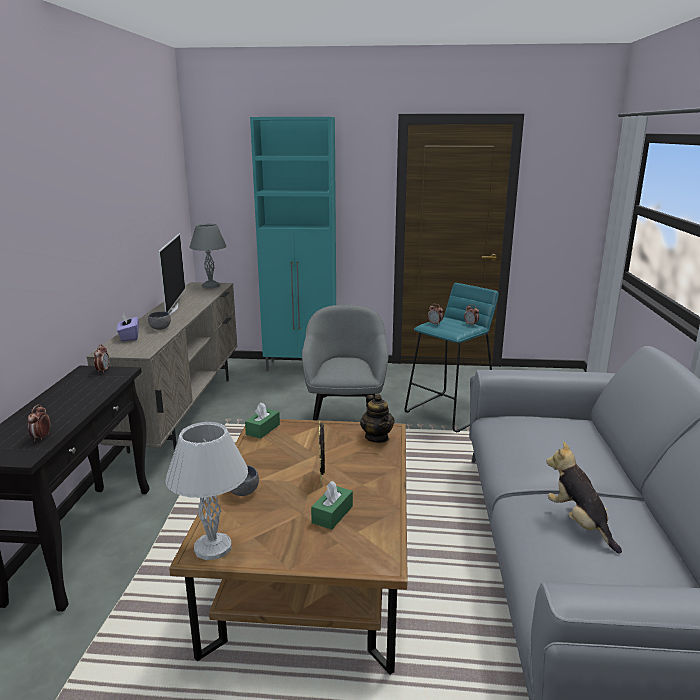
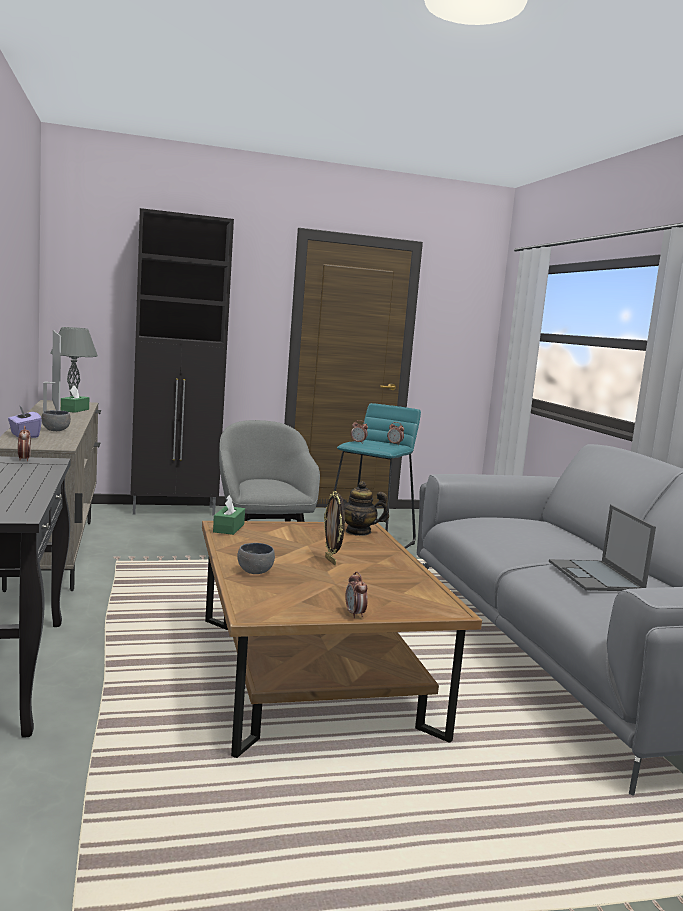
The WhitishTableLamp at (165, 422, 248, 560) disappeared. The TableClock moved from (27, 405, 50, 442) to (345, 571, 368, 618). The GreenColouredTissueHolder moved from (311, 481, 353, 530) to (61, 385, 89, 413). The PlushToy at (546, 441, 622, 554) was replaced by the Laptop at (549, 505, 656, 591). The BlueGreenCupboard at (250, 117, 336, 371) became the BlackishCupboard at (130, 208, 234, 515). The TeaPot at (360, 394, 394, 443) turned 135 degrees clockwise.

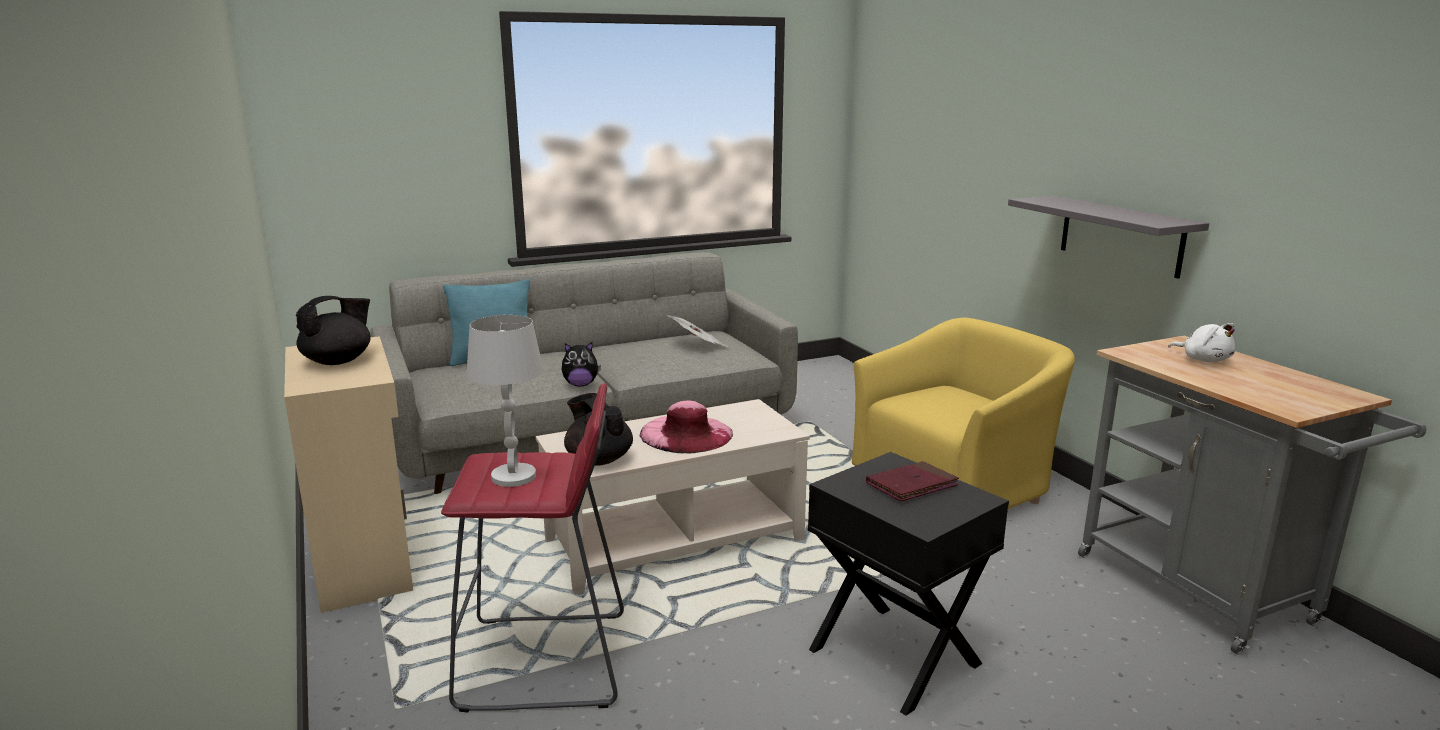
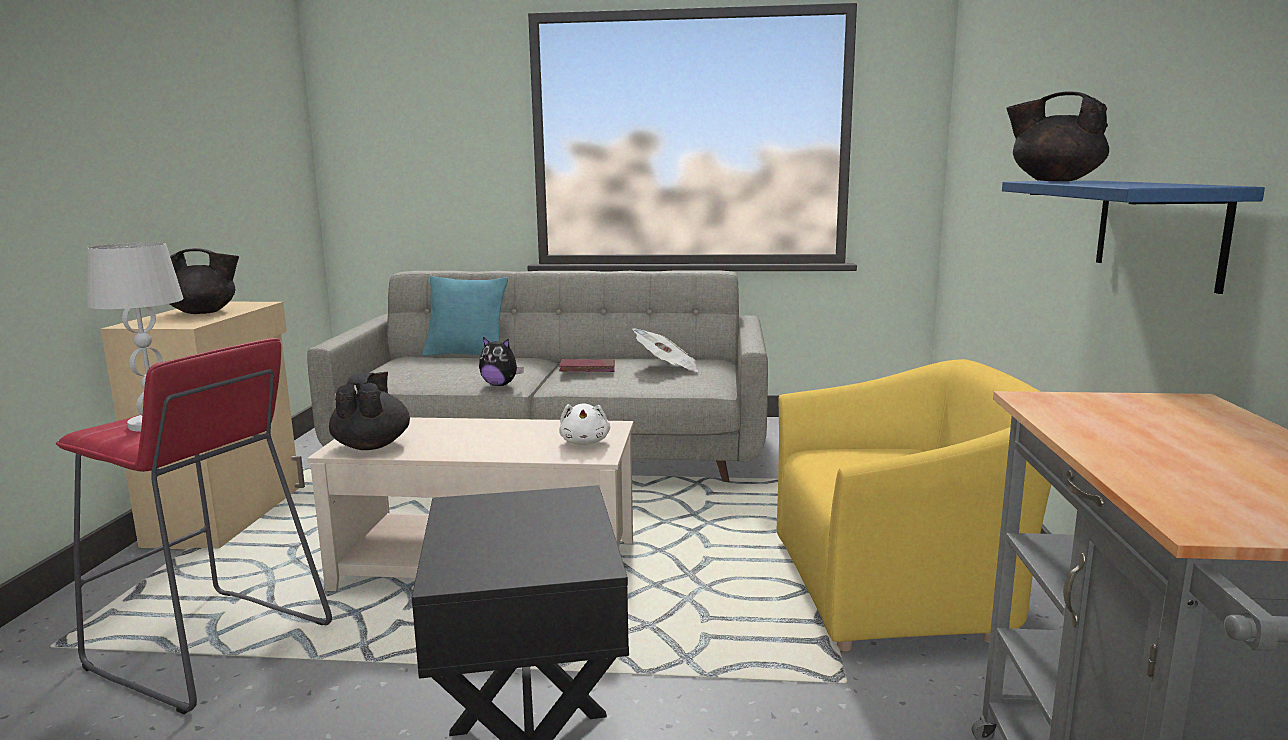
The PinkColouredWearableHat at (640, 401, 733, 453) disappeared. The BlackishTeaPot at (1006, 91, 1109, 181) appeared. The ReddishBoundBook moved from (866, 461, 959, 502) to (559, 359, 615, 372). The WhitishPlushToy moved from (1168, 323, 1235, 362) to (559, 403, 610, 445). The GreyWallShelf at (1008, 196, 1209, 279) became the BlueWallShelf at (1002, 180, 1265, 294).

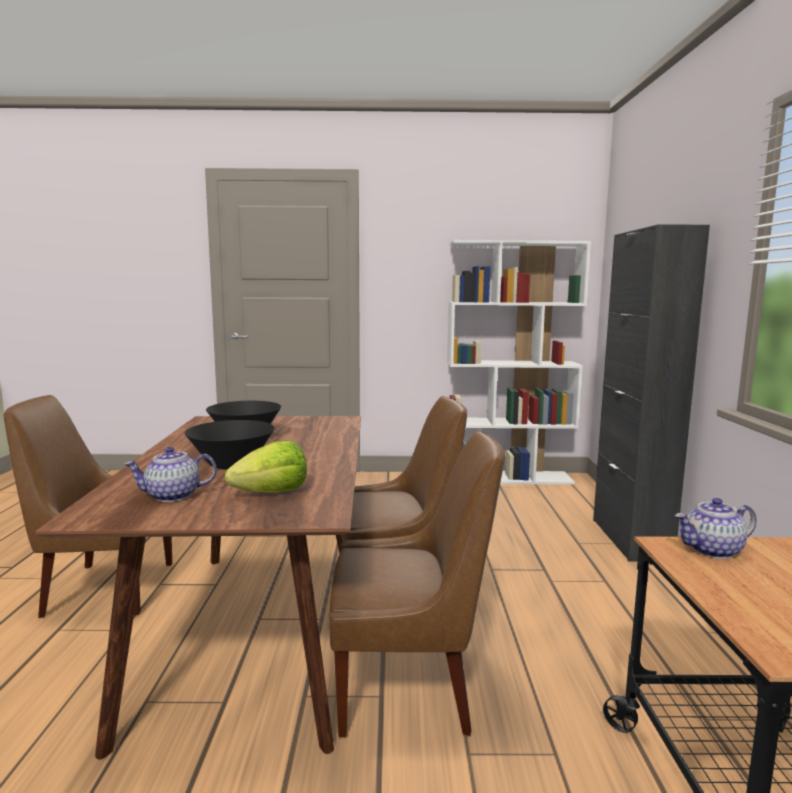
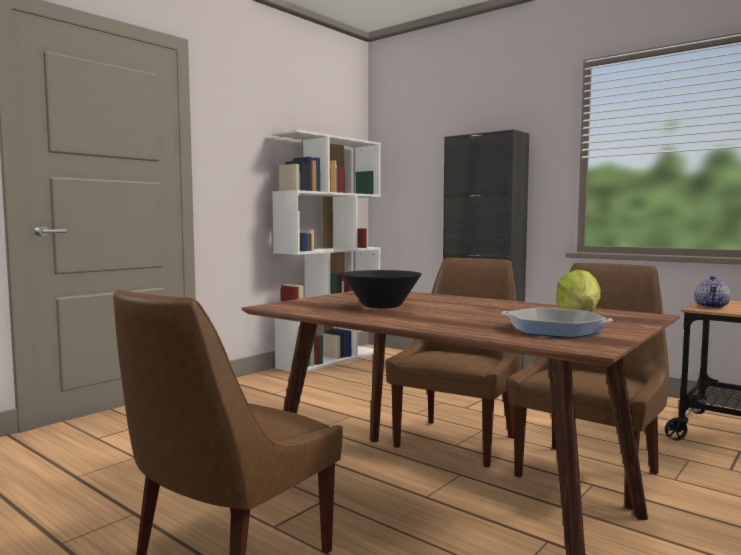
The BlackishServingBowl at (185, 420, 275, 469) disappeared. The TeaPot at (124, 447, 217, 502) was replaced by the Pan at (502, 308, 613, 338).

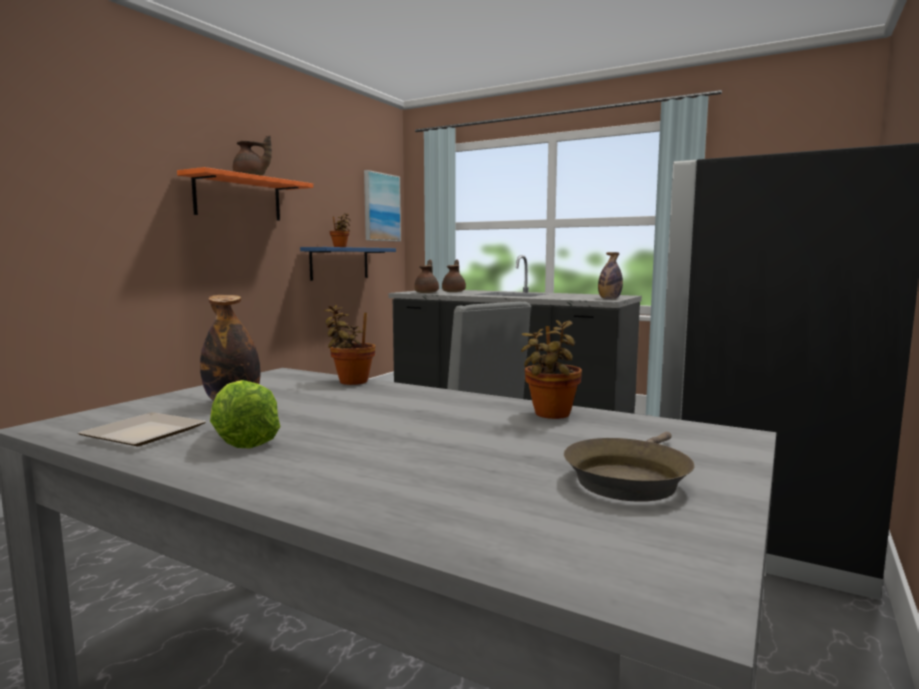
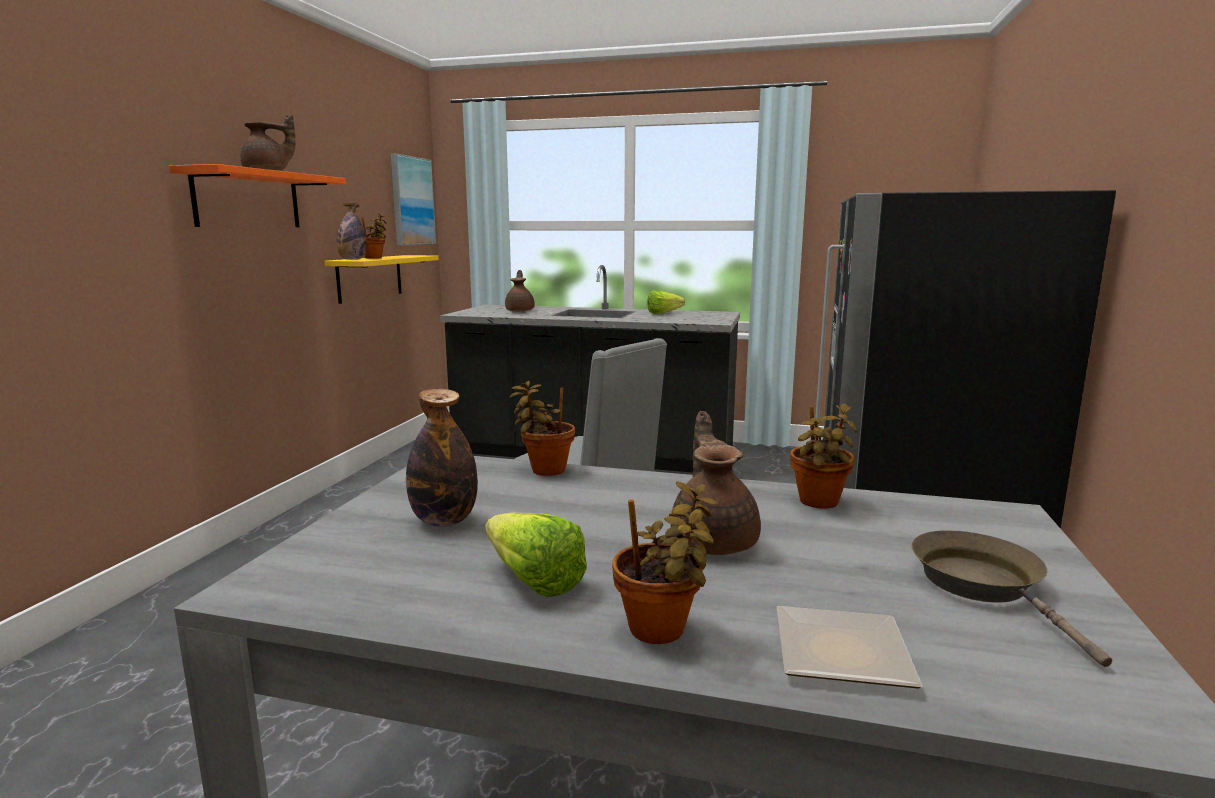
The Houseplant at (612, 481, 718, 644) appeared. The HeadOfLettuce at (647, 290, 685, 314) appeared. The FlatDish moved from (78, 412, 206, 446) to (777, 606, 922, 689). The BrownColouredTeaPot moved from (414, 259, 439, 293) to (671, 411, 761, 555). The DrinkBottle moved from (598, 252, 623, 299) to (337, 203, 367, 260). The BlueWallShelf at (300, 247, 396, 281) became the YellowishWallShelf at (325, 255, 439, 304). The BrownColouredPan at (564, 432, 695, 502) turned 150 degrees clockwise.

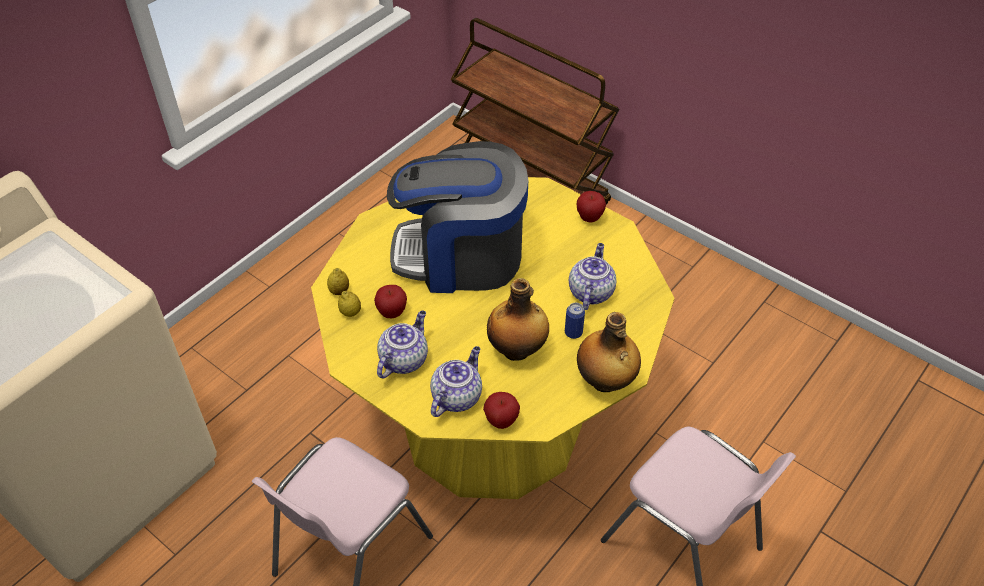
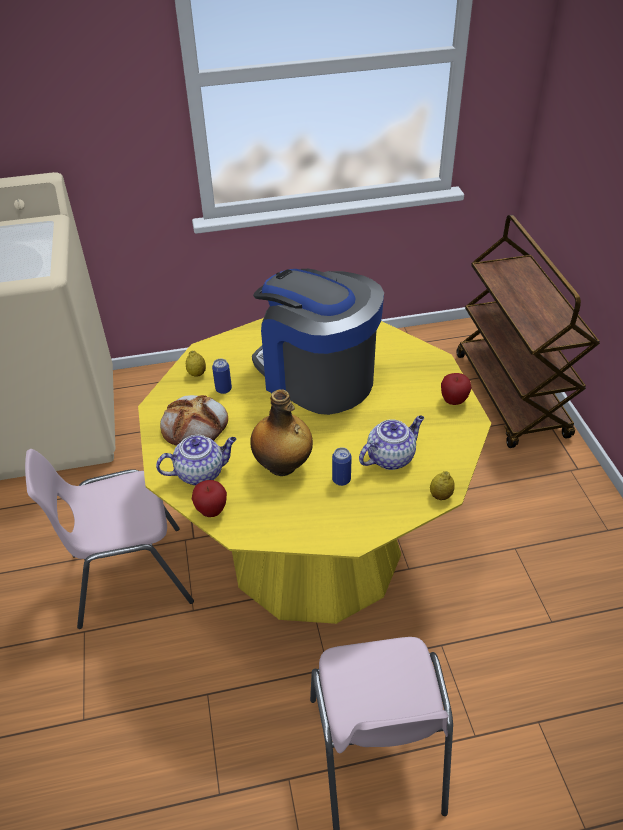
The DrinkBottle at (577, 312, 641, 392) disappeared. The WholeLemon moved from (327, 268, 349, 295) to (430, 471, 455, 500). The Apple at (374, 285, 407, 318) was replaced by the Can at (212, 359, 232, 394). The TeaPot at (377, 310, 428, 378) was replaced by the Bread at (160, 395, 228, 445).

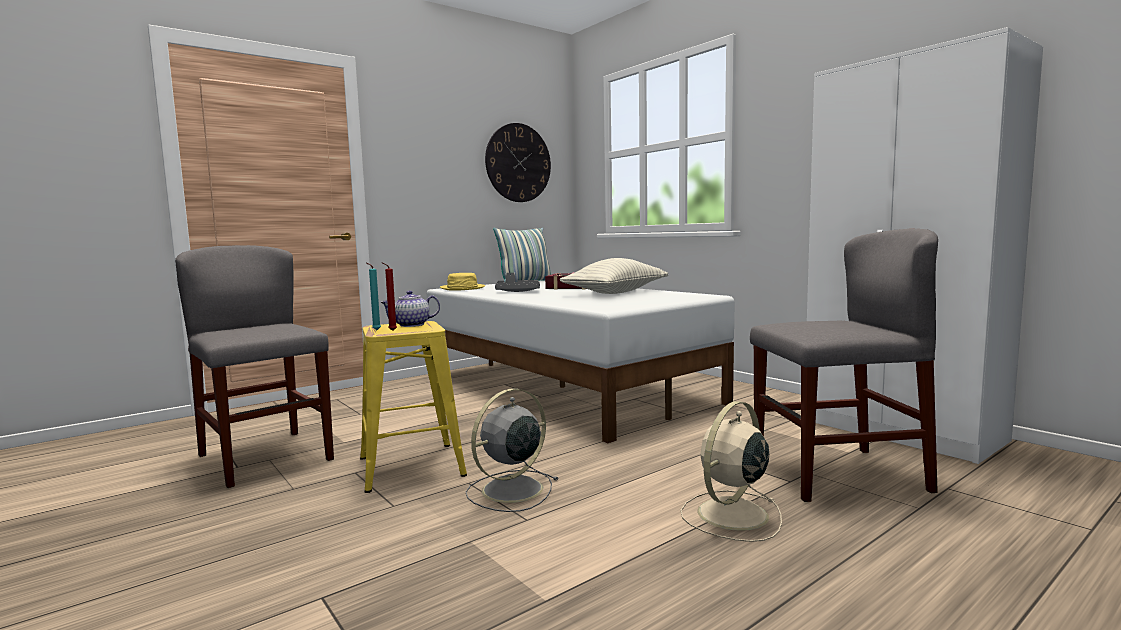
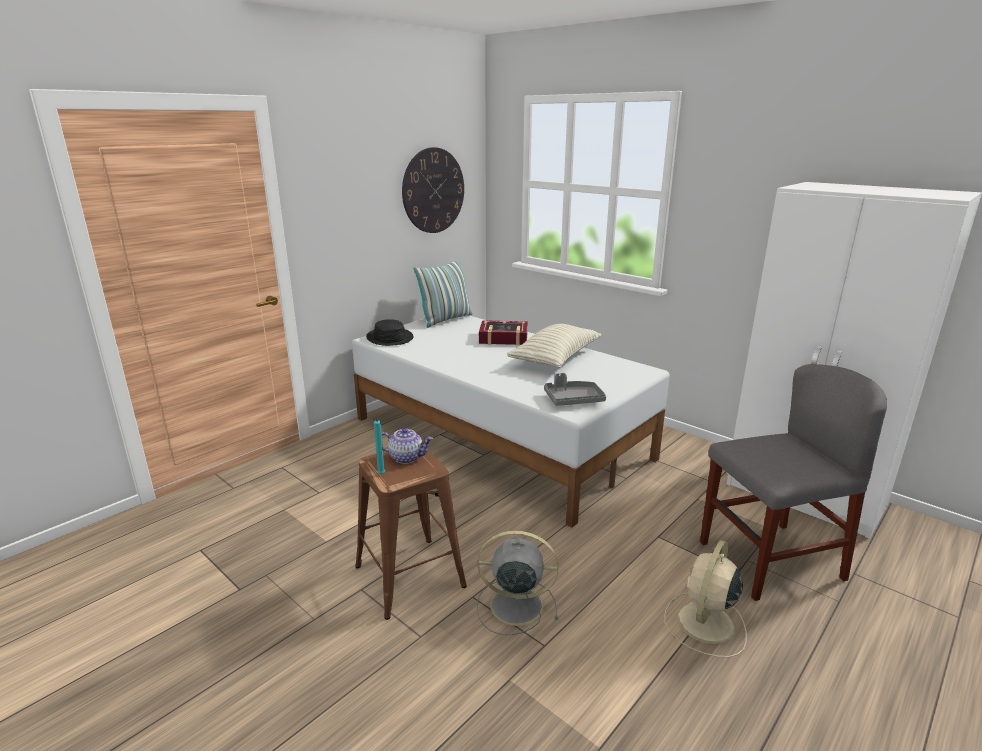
The GreyChair at (175, 245, 334, 488) disappeared. The ReddishWaxCandle at (382, 262, 397, 331) disappeared. The GreyCarryingTray moved from (495, 273, 540, 292) to (544, 373, 606, 406). The YellowishStoolSeat at (360, 321, 467, 493) became the BrownColouredStoolSeat at (355, 450, 467, 620). The YellowishWearableHat at (440, 273, 485, 291) became the BlackishWearableHat at (366, 319, 413, 346). The TeaPot at (380, 291, 440, 327) turned 135 degrees counterclockwise. The GreyCoolingFan at (466, 389, 559, 512) turned 60 degrees clockwise.

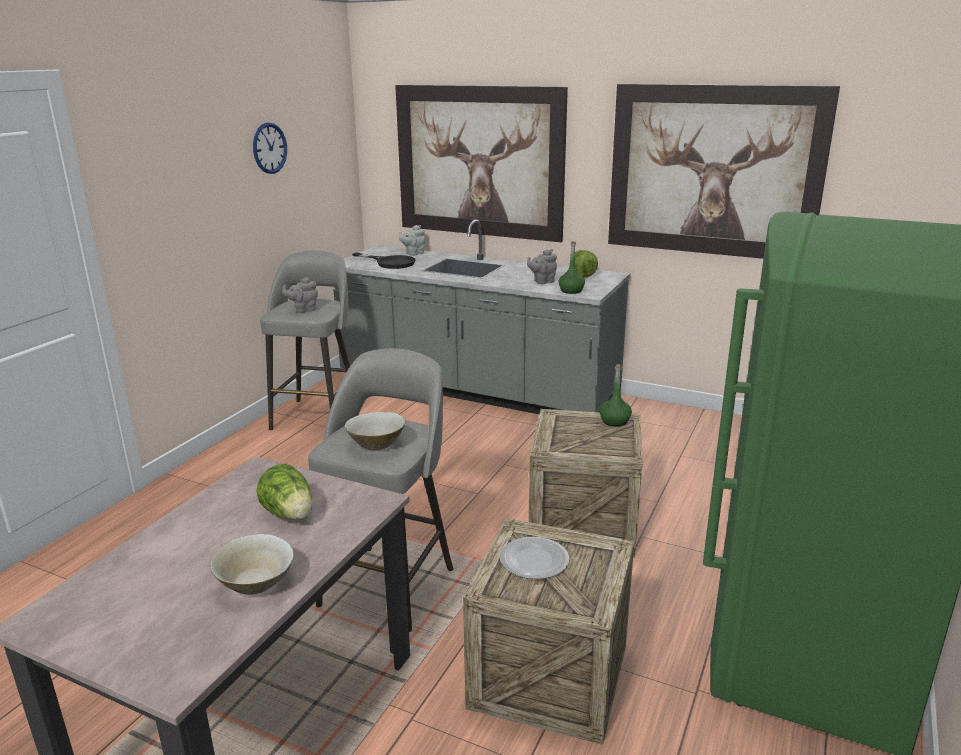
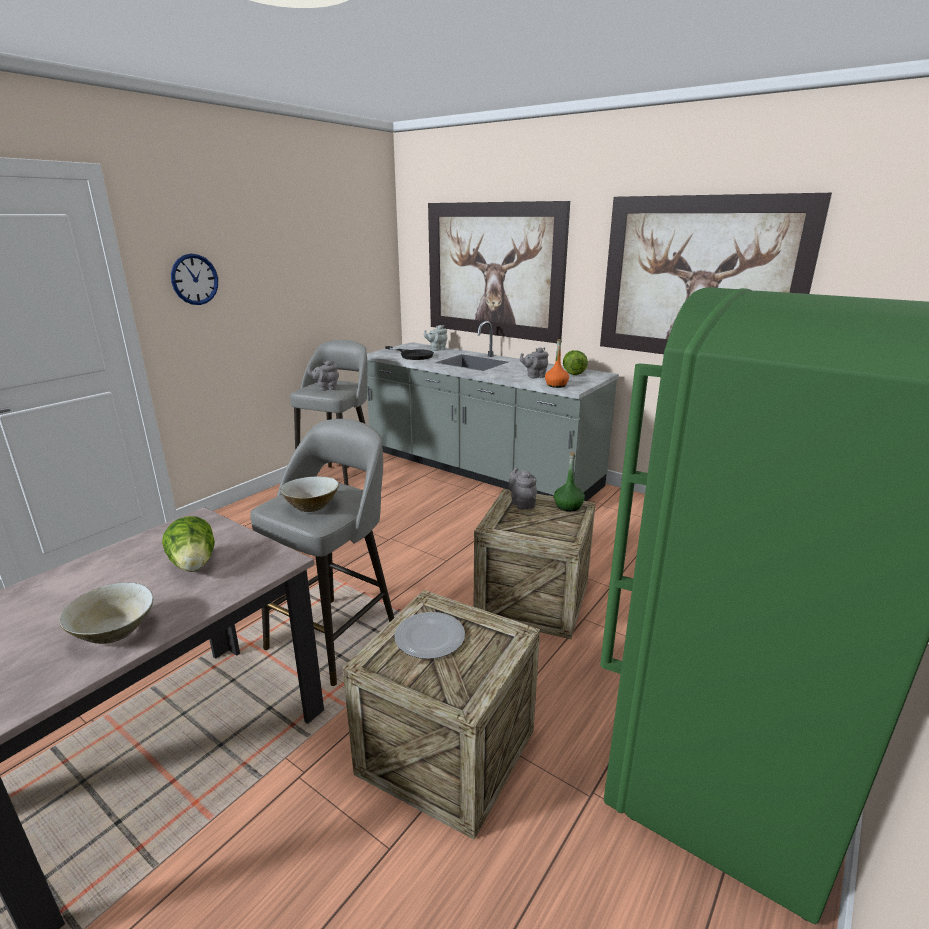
The GreyTeaPot at (508, 467, 537, 510) appeared. The WallClock moved from (253, 123, 287, 174) to (171, 254, 218, 305). The GreenColouredDrinkBottle at (558, 241, 585, 294) became the OrangeDrinkBottle at (545, 339, 569, 388).

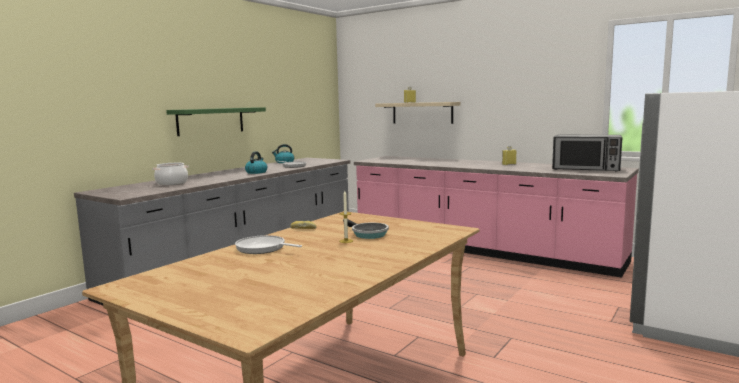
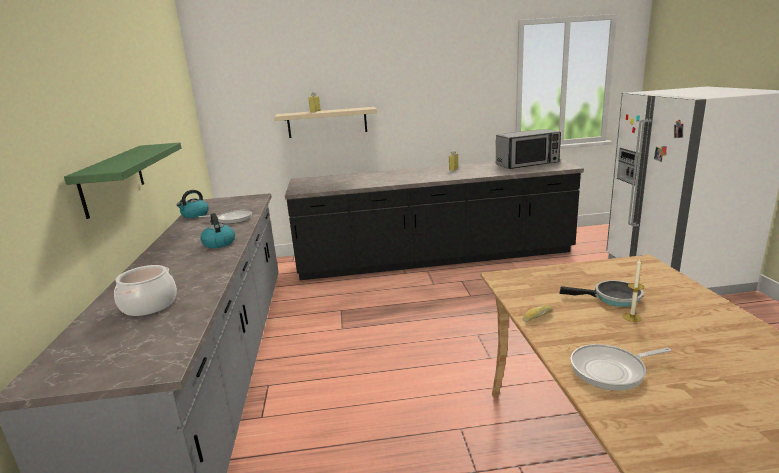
The PinkColouredKitchenBaseUnit at (354, 156, 639, 278) became the BlackishKitchenBaseUnit at (285, 159, 584, 280).

